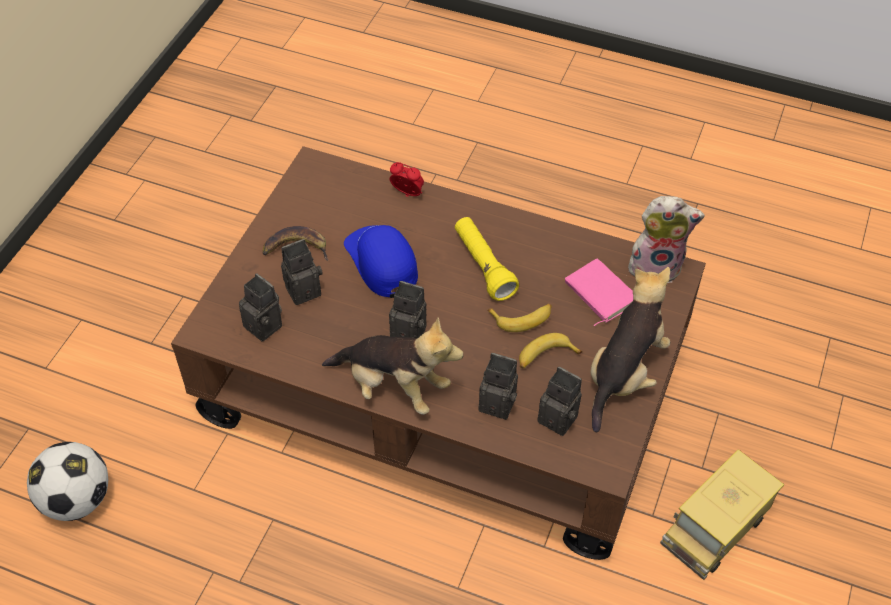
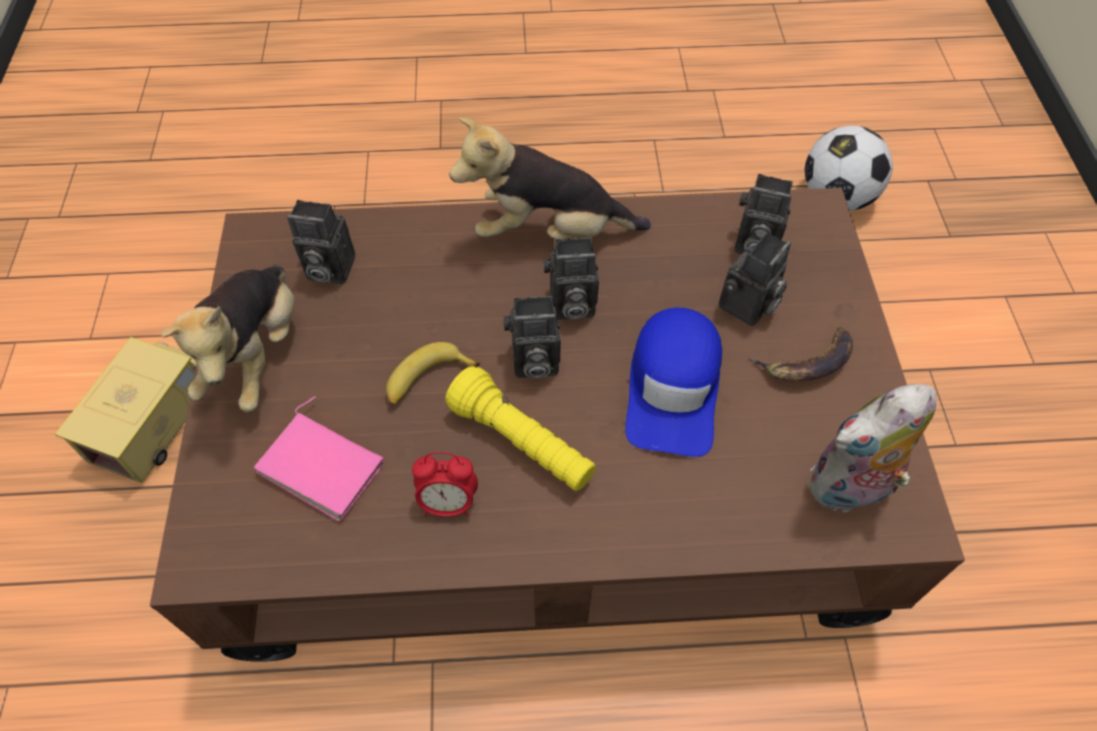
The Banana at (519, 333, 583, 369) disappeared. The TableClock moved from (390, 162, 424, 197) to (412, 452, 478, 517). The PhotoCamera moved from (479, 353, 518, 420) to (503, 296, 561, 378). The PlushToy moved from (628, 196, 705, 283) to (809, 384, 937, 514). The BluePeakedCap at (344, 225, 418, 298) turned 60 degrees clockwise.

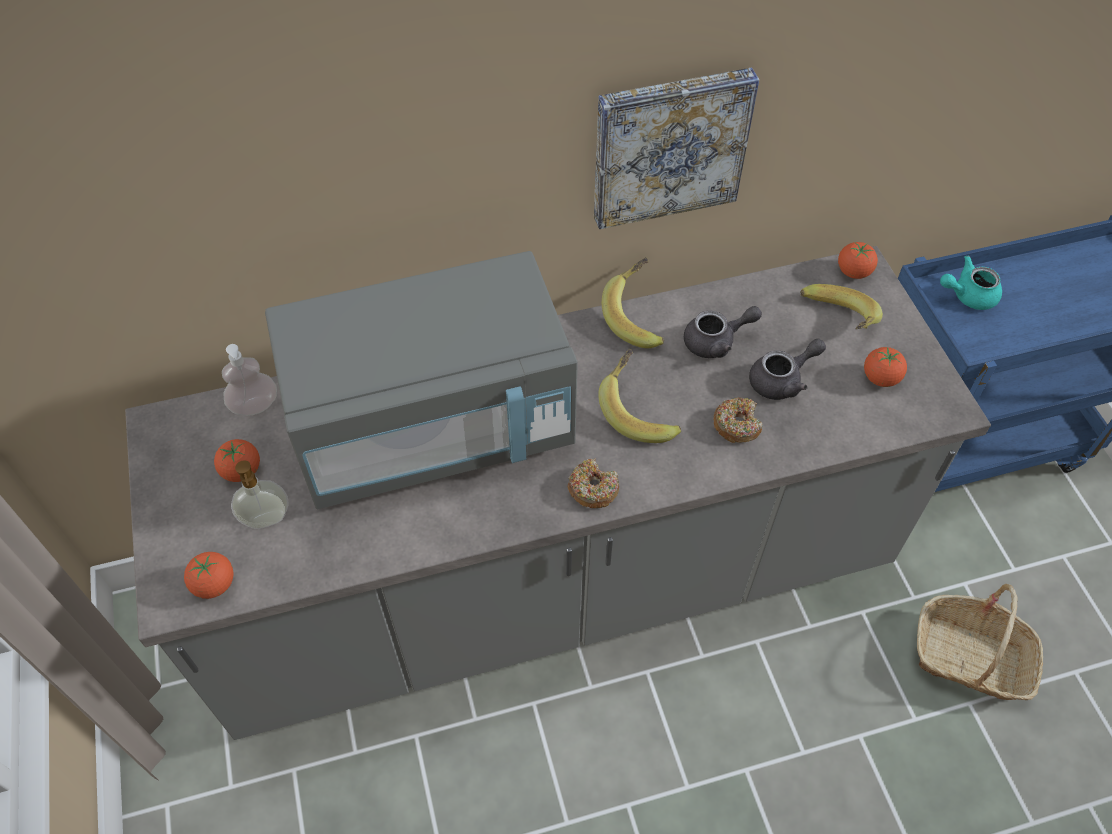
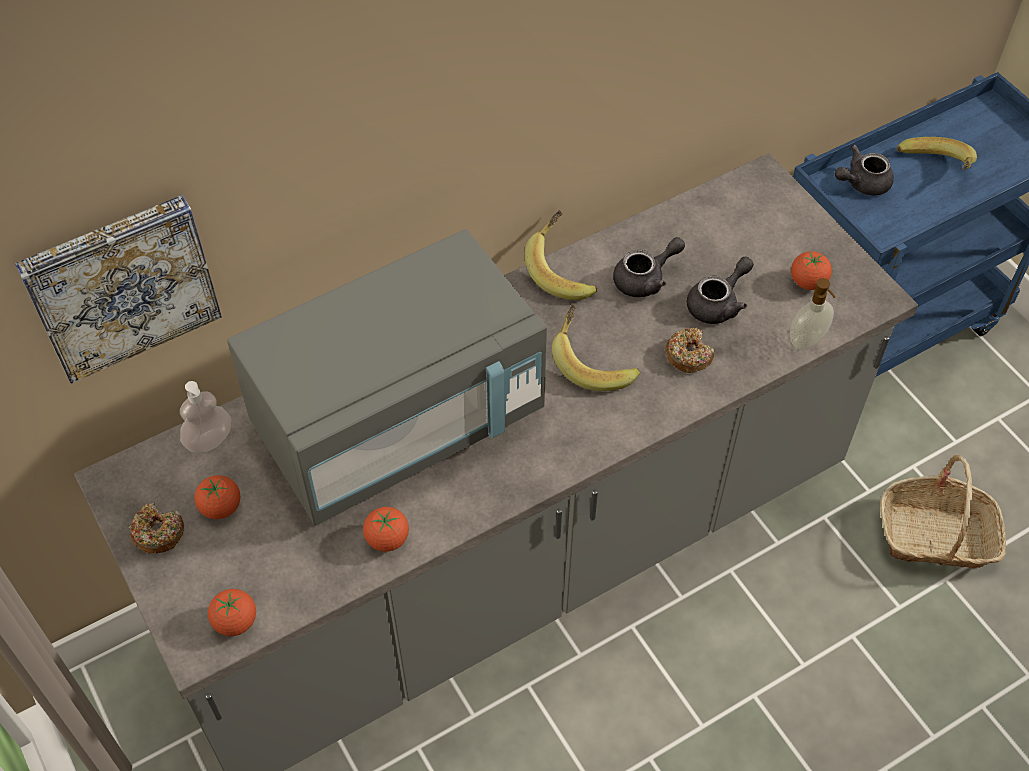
The SoapDispenser moved from (231, 460, 289, 529) to (790, 278, 836, 350). The Doughnut moved from (568, 459, 619, 508) to (129, 502, 184, 554). The WallArt moved from (594, 67, 759, 229) to (15, 195, 222, 384). The Banana moved from (800, 284, 883, 330) to (896, 137, 977, 170). The WholeTomato moved from (838, 242, 878, 279) to (363, 507, 409, 552). The BlueGreenTeaPot at (940, 255, 1002, 310) became the GreyTeaPot at (835, 145, 894, 196).

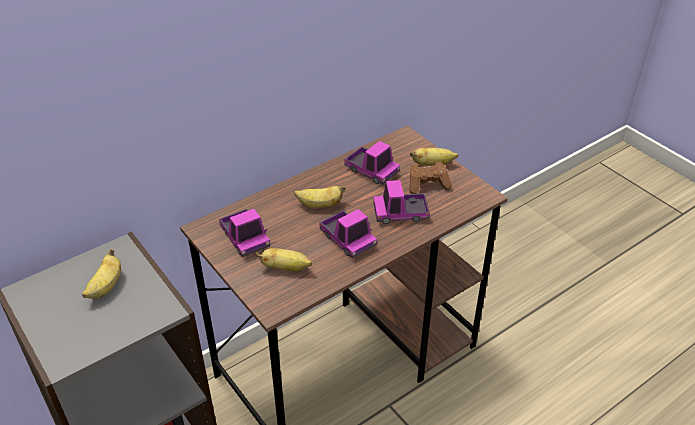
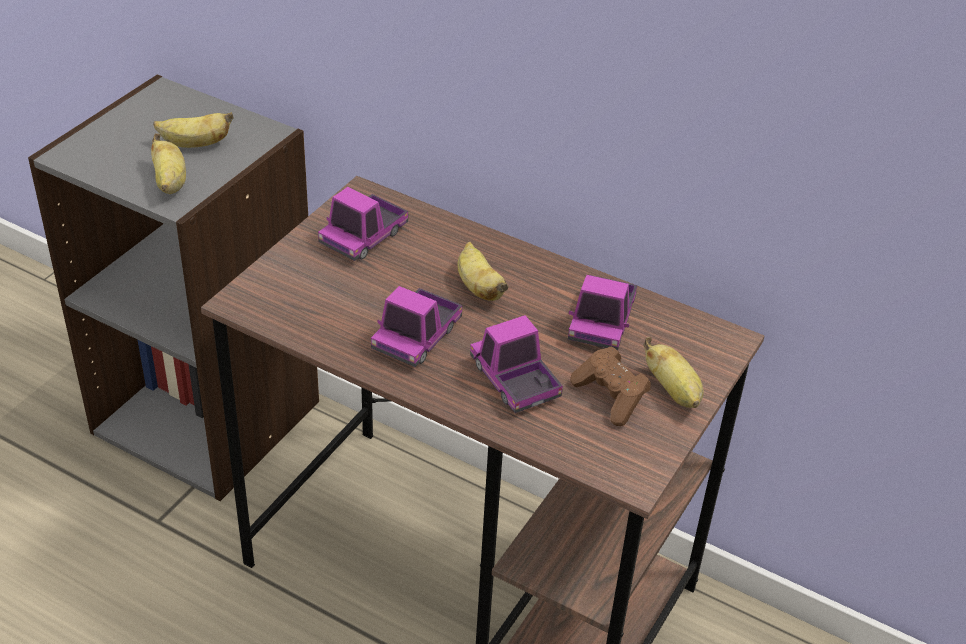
The Banana moved from (256, 248, 312, 271) to (151, 133, 186, 194).

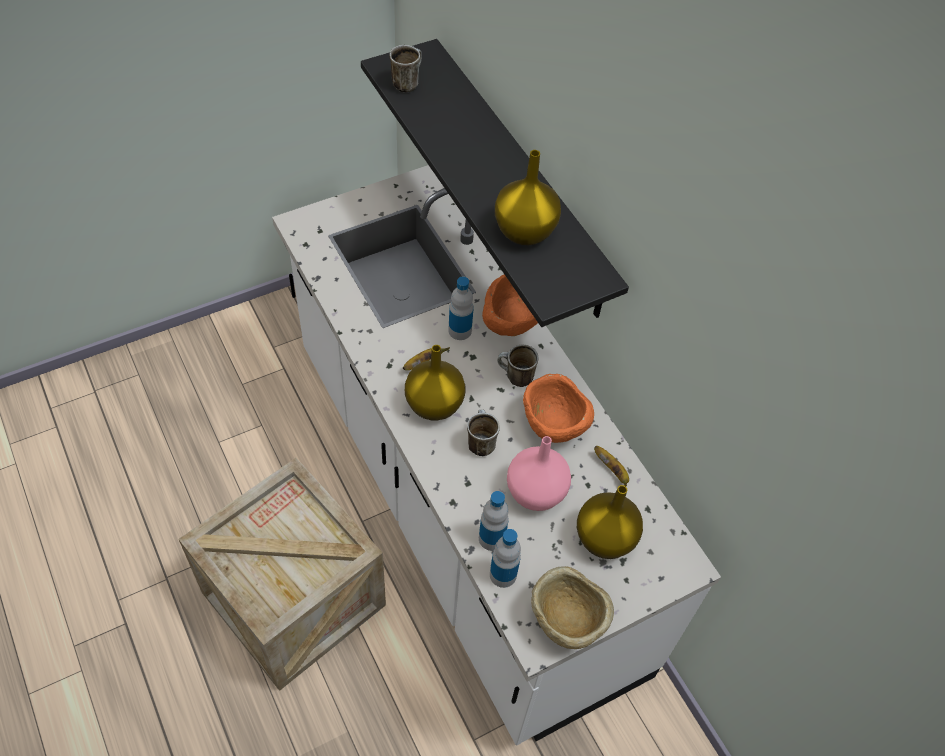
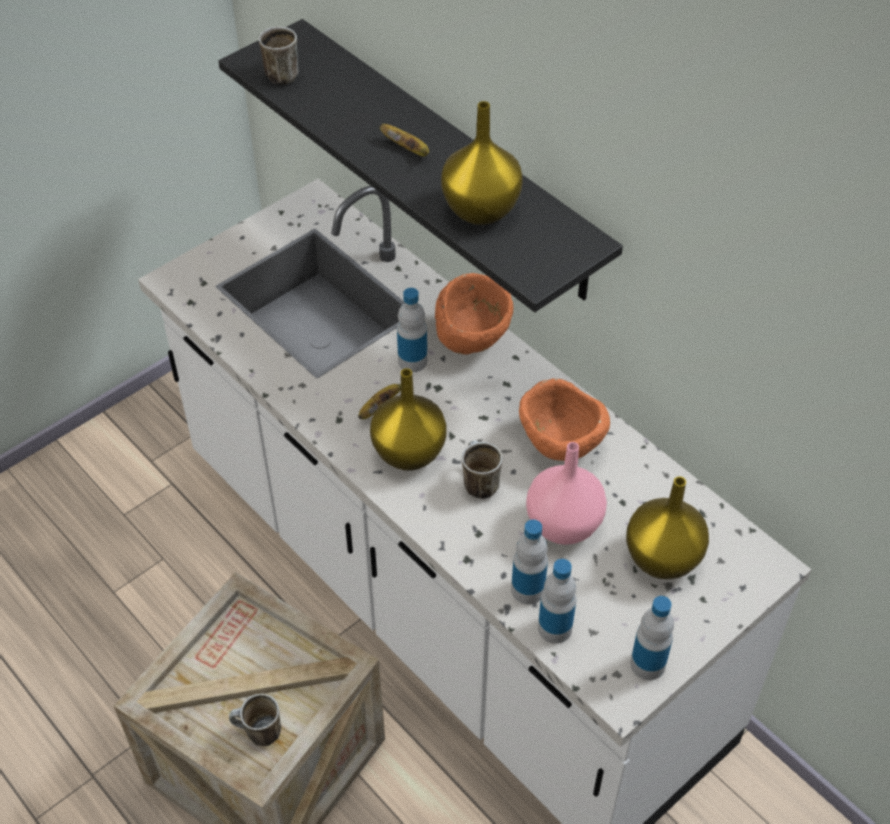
The Mug moved from (497, 344, 538, 387) to (229, 694, 281, 746). The Banana moved from (594, 446, 629, 486) to (380, 124, 429, 156). The BeigeColouredServingBowl at (531, 566, 614, 649) was replaced by the DrinkBottle at (630, 596, 674, 680).

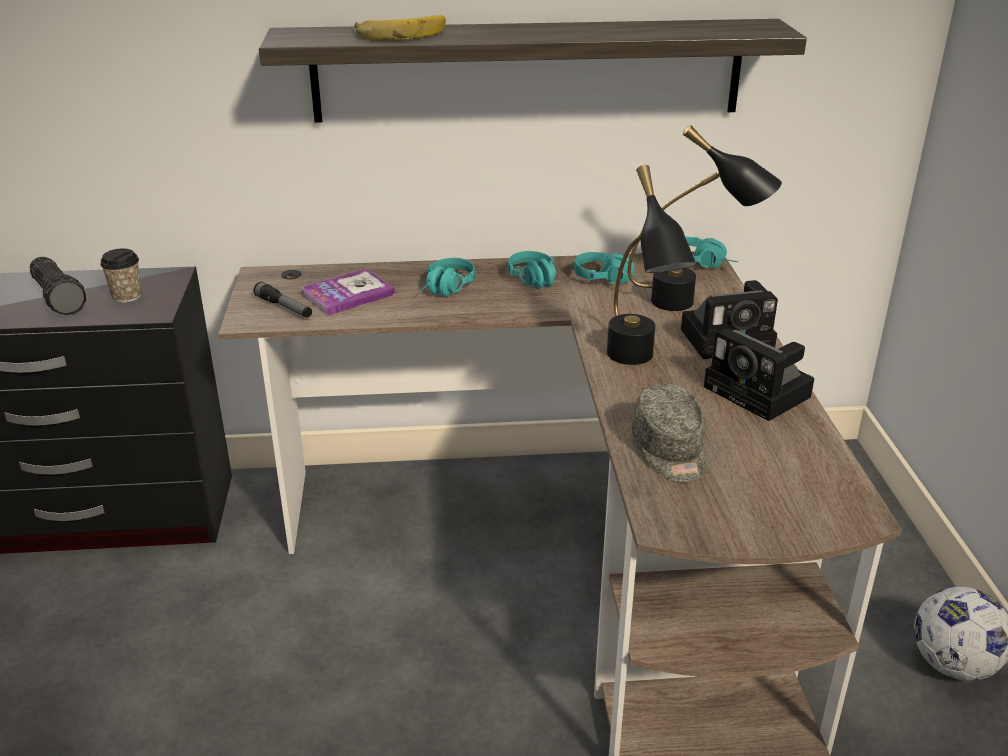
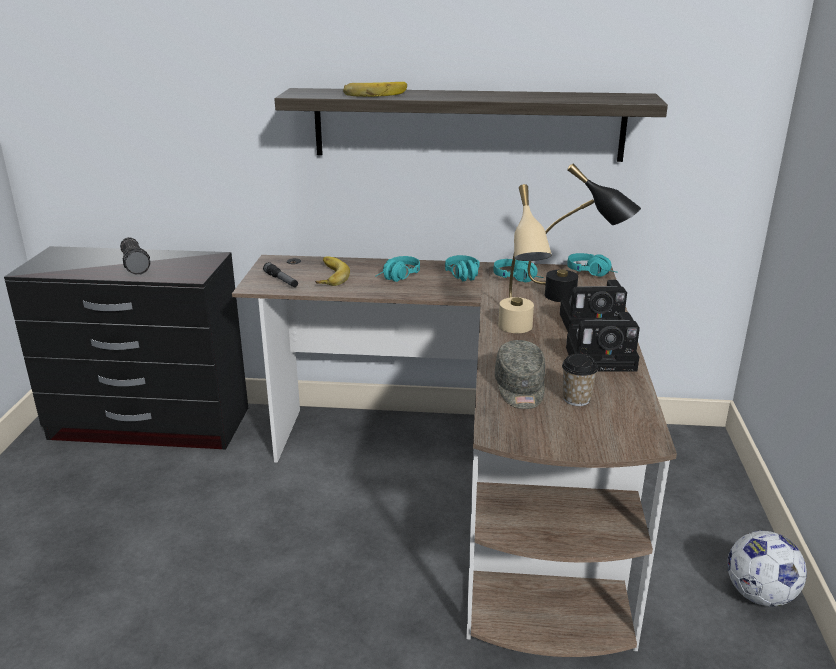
The DrinkingCup moved from (100, 248, 142, 303) to (562, 354, 598, 406). The BoundBook at (300, 268, 395, 316) was replaced by the Banana at (315, 256, 350, 286). The BlackishTableLamp at (607, 165, 696, 365) became the BeigeColouredTableLamp at (498, 184, 552, 333). The PhotoCamera at (704, 329, 814, 421) turned 60 degrees counterclockwise.

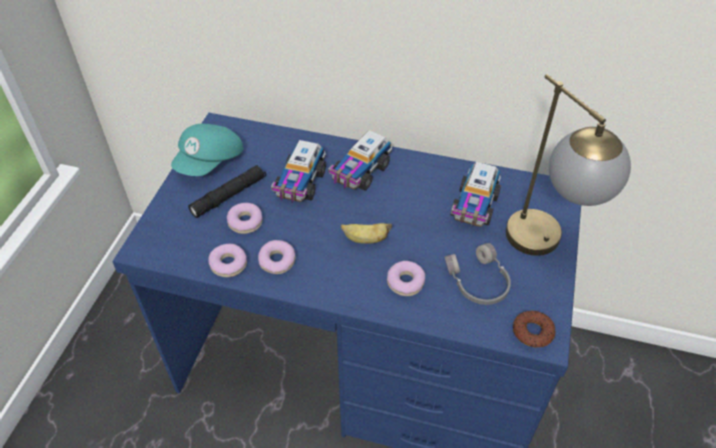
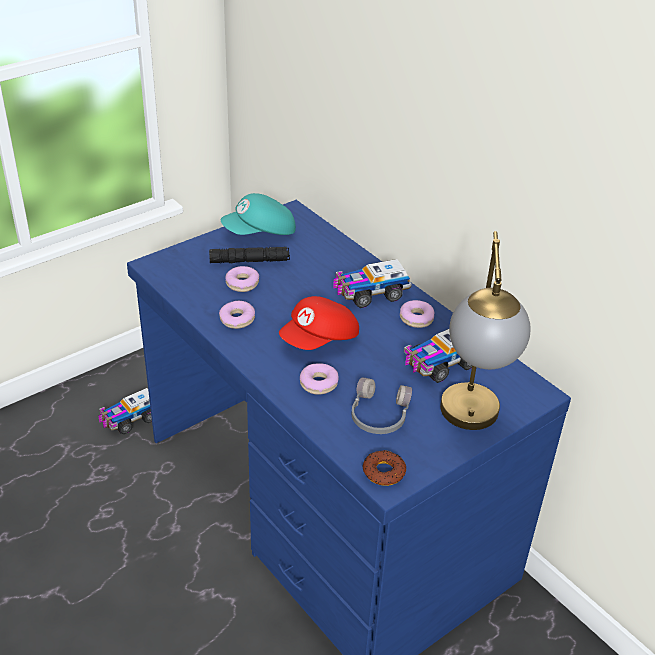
The Doughnut moved from (208, 244, 247, 277) to (400, 300, 435, 328). The ModelTruck moved from (271, 140, 326, 203) to (99, 388, 152, 434). The Banana at (341, 223, 392, 244) was replaced by the ReddishPeakedCap at (279, 296, 359, 350).

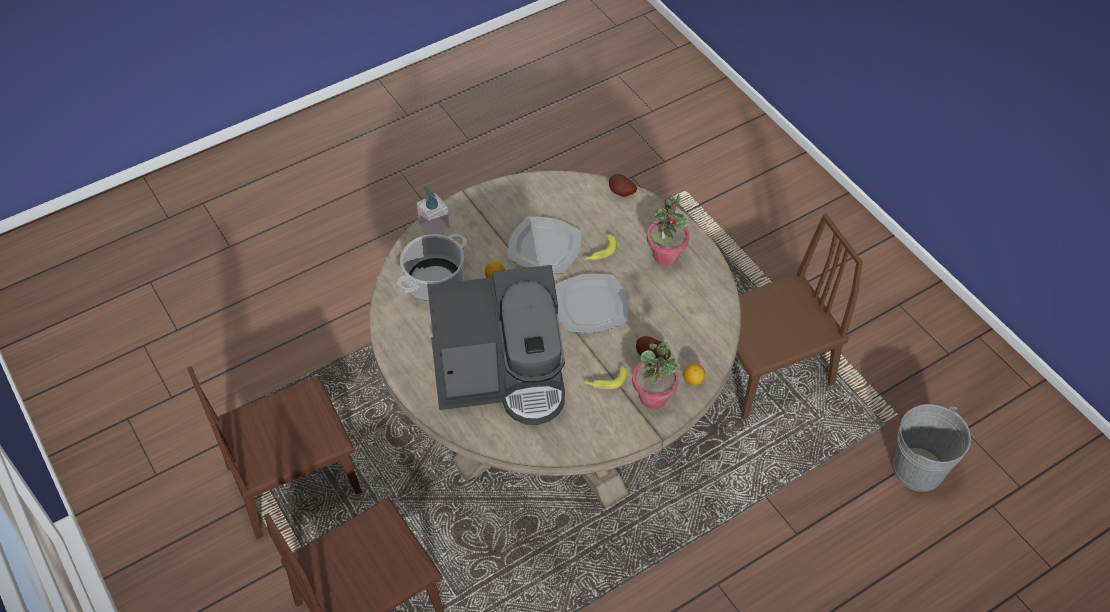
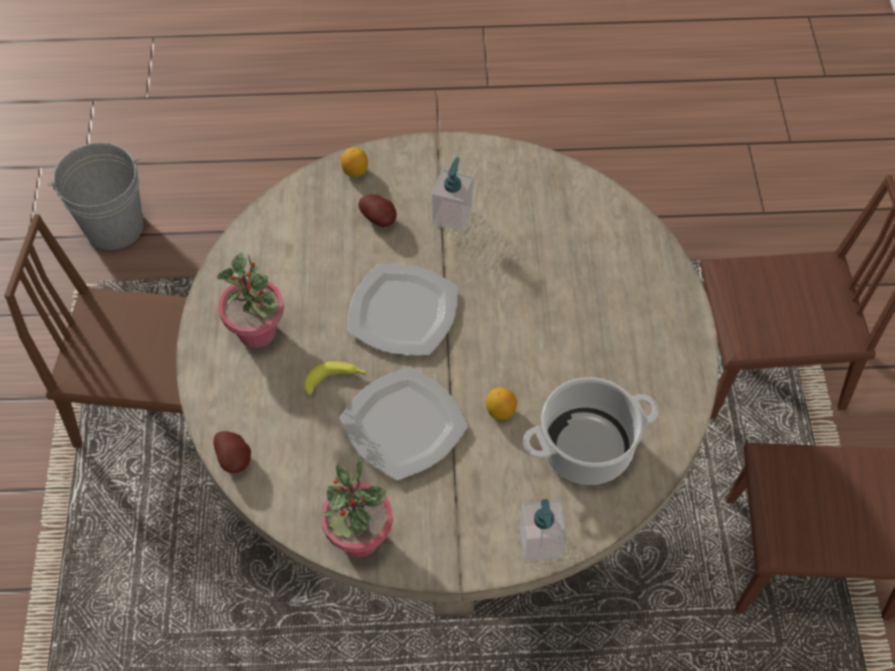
The CoffeeMachine at (427, 265, 565, 425) disappeared. The Houseplant moved from (632, 342, 679, 409) to (320, 458, 393, 557). The Banana at (584, 366, 627, 389) was replaced by the SoapDispenser at (432, 157, 473, 231).

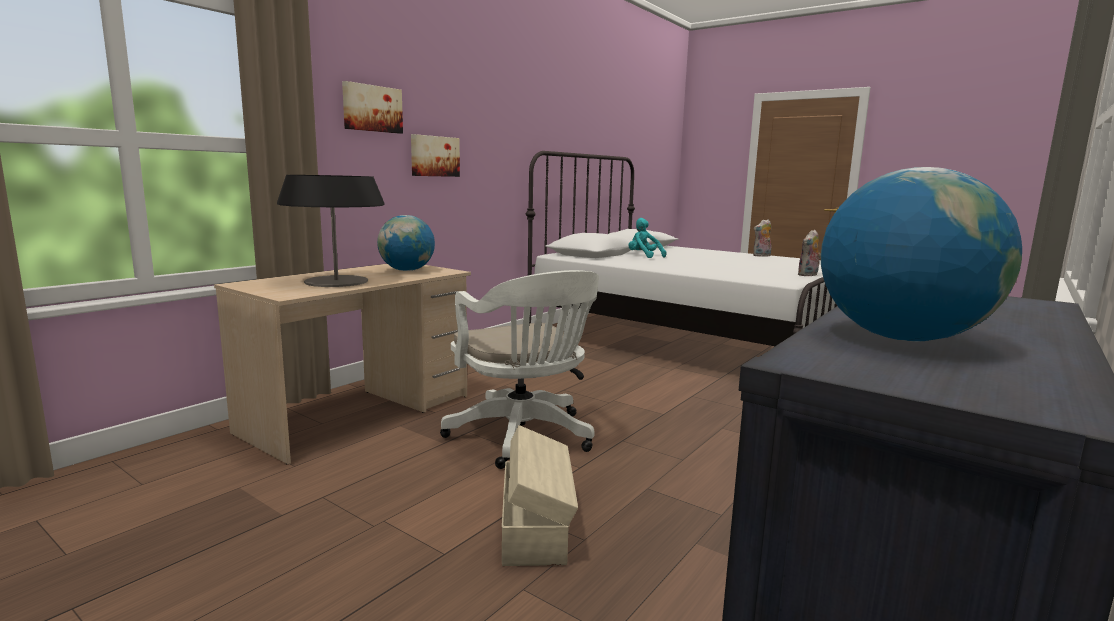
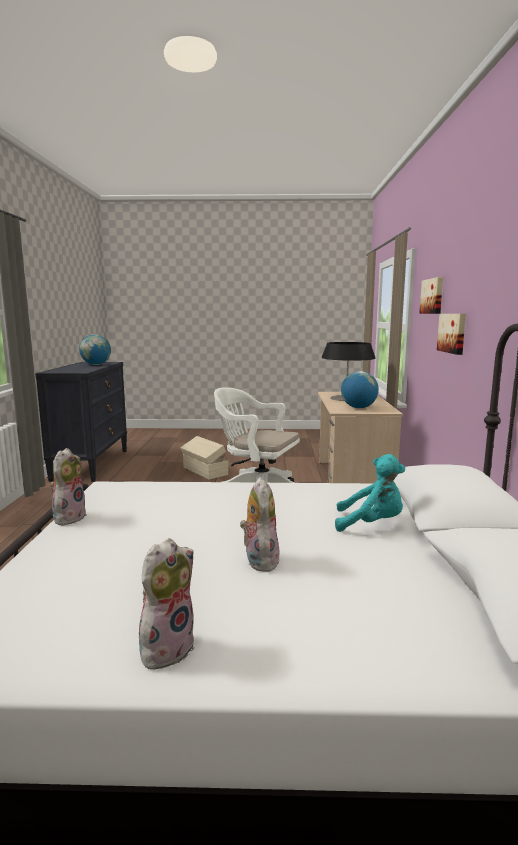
The PlushToy at (240, 477, 280, 572) appeared.

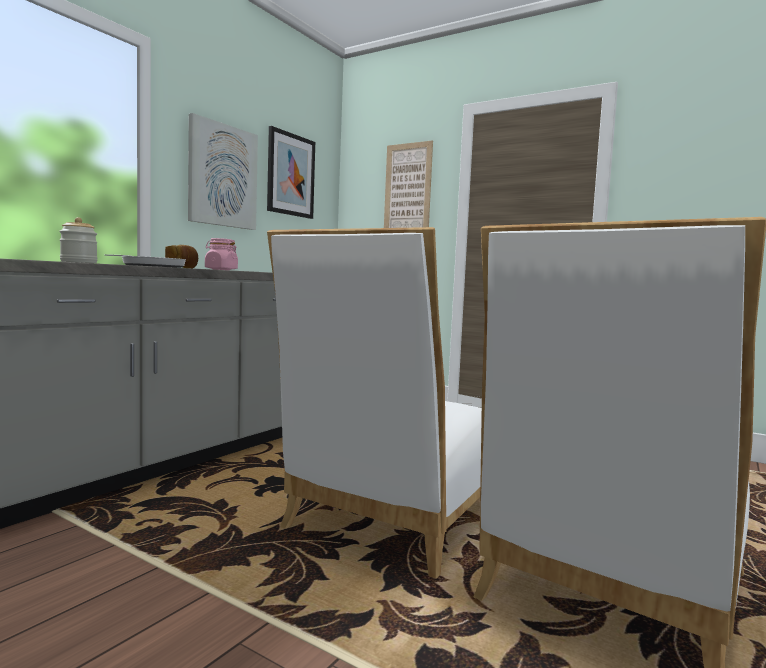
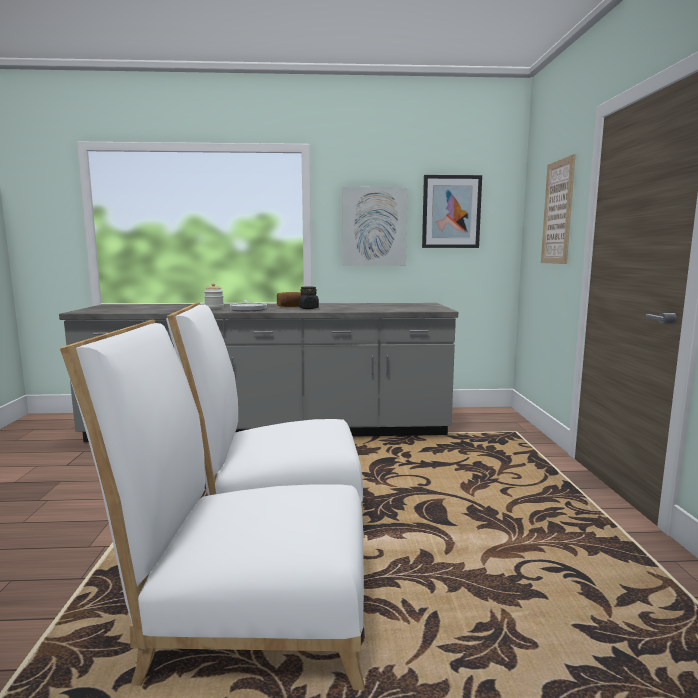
The PinkColouredJar at (205, 238, 238, 270) became the BlackishJar at (299, 287, 319, 309).

